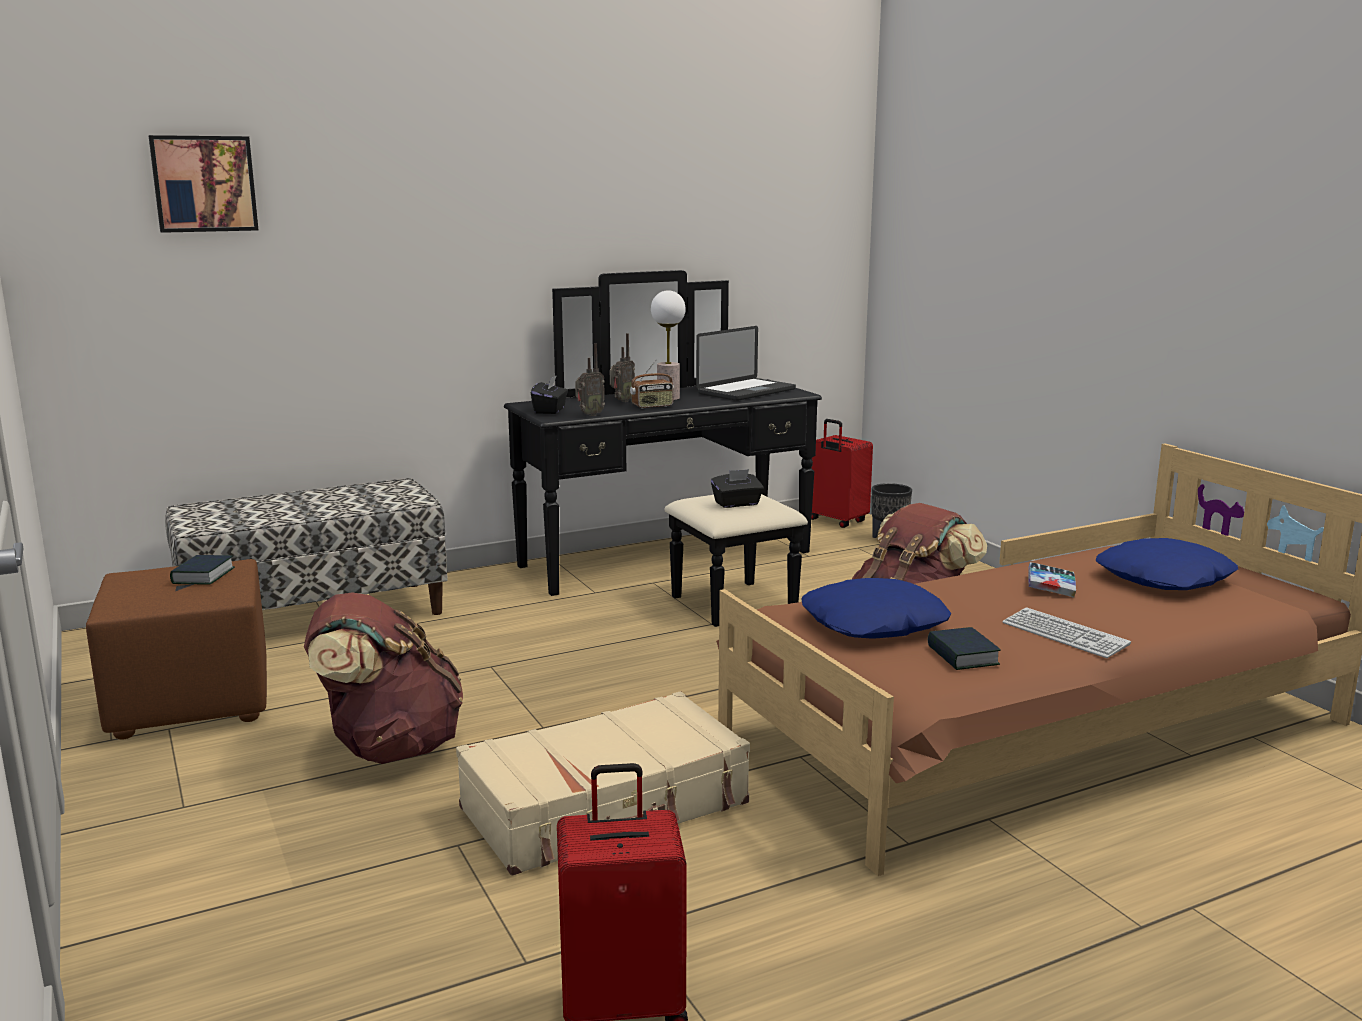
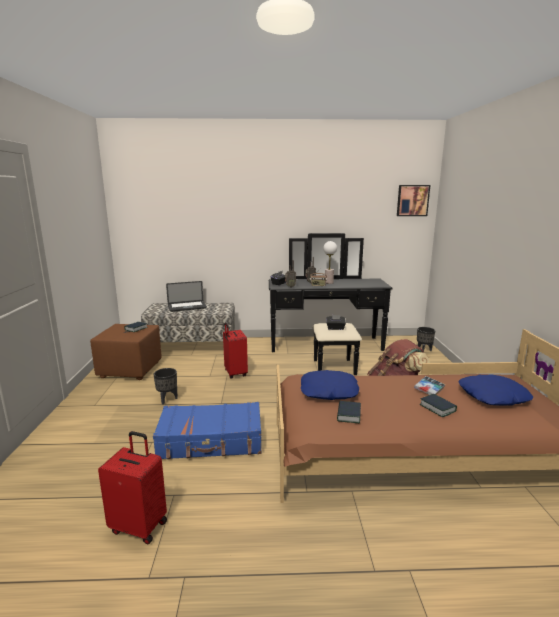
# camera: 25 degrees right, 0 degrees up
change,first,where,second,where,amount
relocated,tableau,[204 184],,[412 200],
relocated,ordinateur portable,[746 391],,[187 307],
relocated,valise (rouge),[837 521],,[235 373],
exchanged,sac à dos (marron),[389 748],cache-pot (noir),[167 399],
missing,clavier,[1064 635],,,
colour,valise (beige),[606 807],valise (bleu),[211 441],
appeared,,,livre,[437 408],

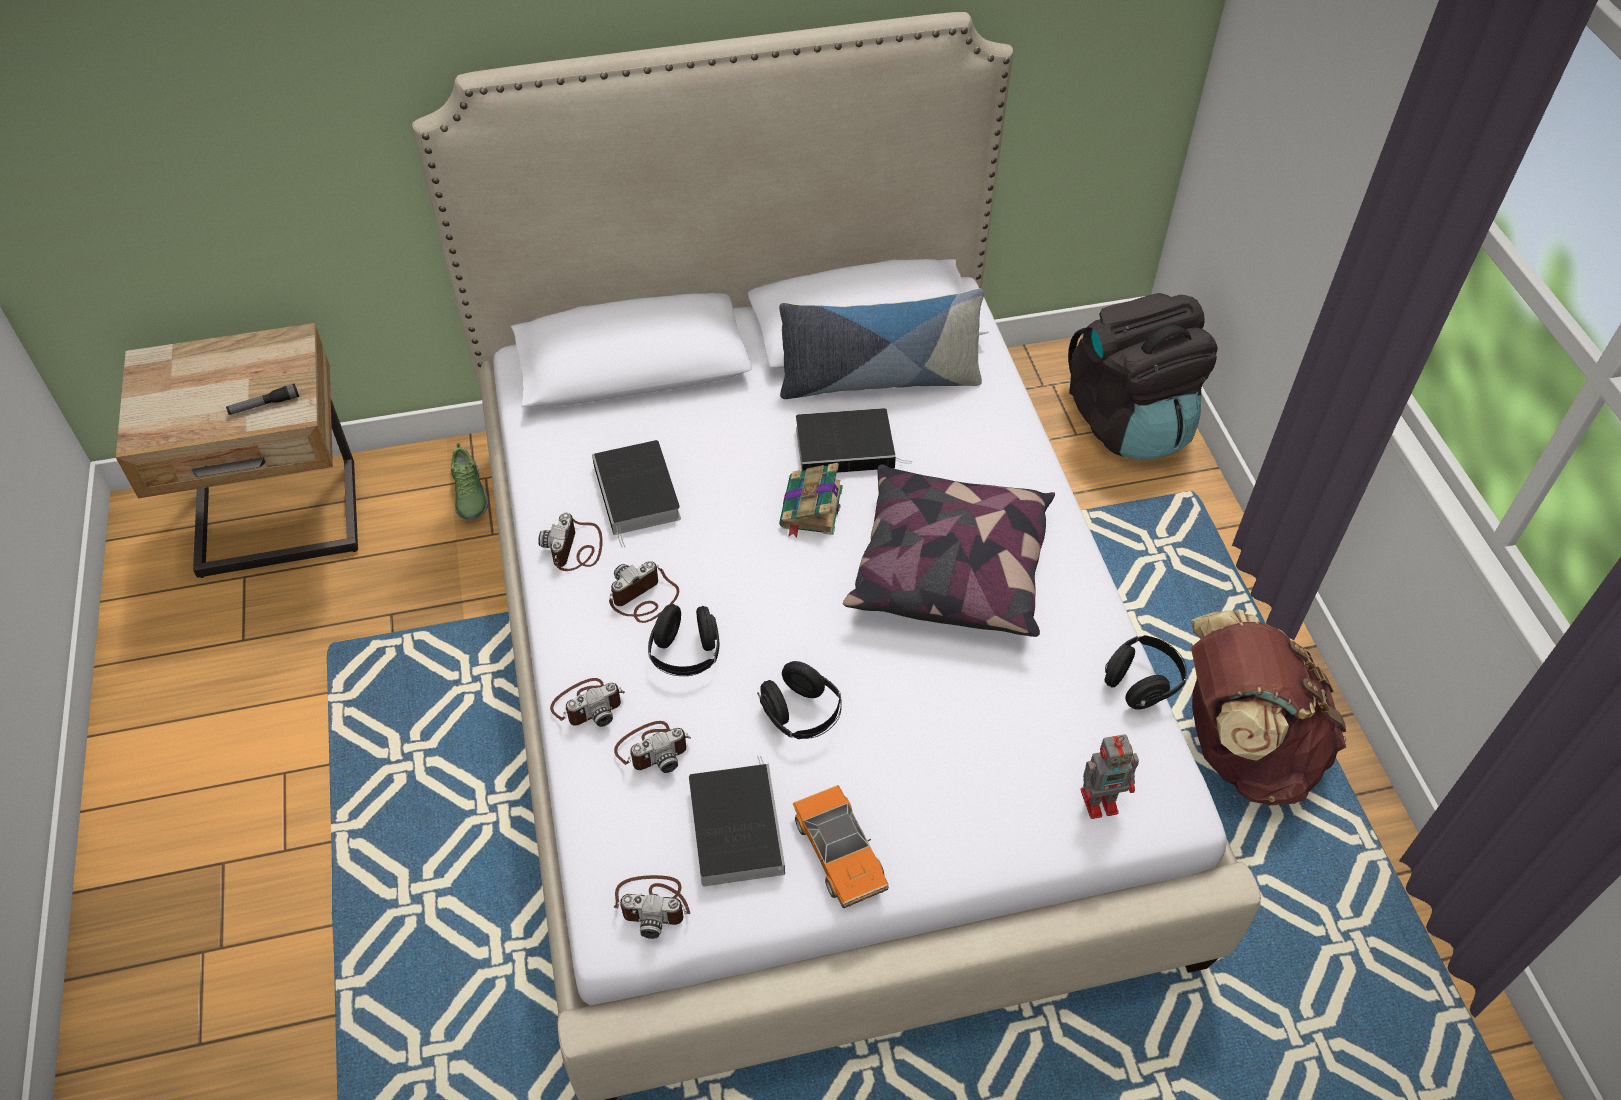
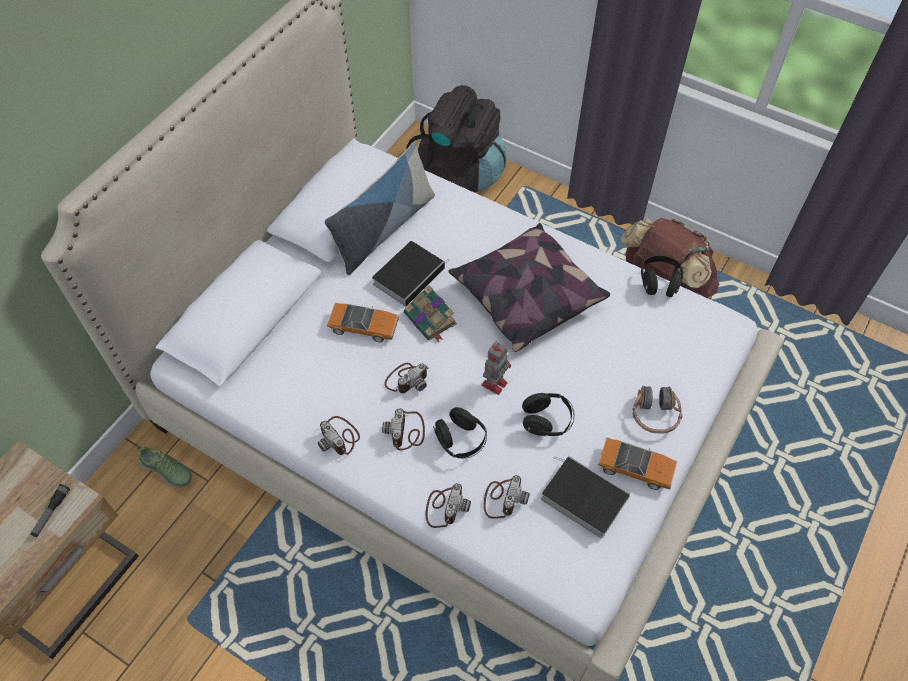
# camera: 45 degrees left, 5 degrees up
change,first,where,second,where,amount
missing,livre,[638 494],,,
relocated,robot jouet,[1101 801],,[495 383],
relocated,appareil photo,[653 904],,[407 379],
appeared,,,petite voiture,[363 326],
appeared,,,casque audio,[654 415],

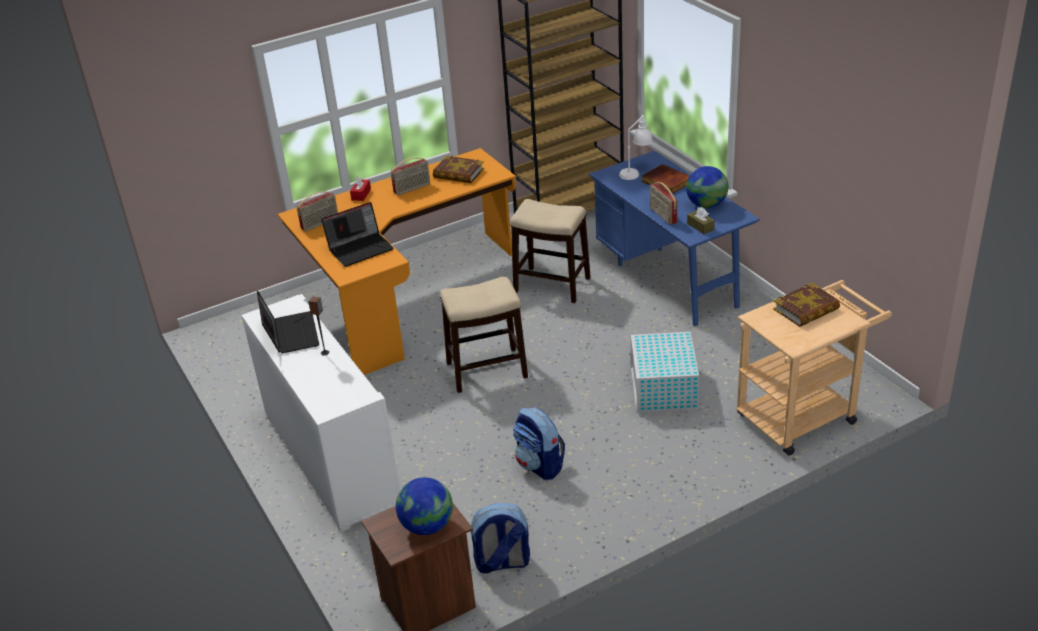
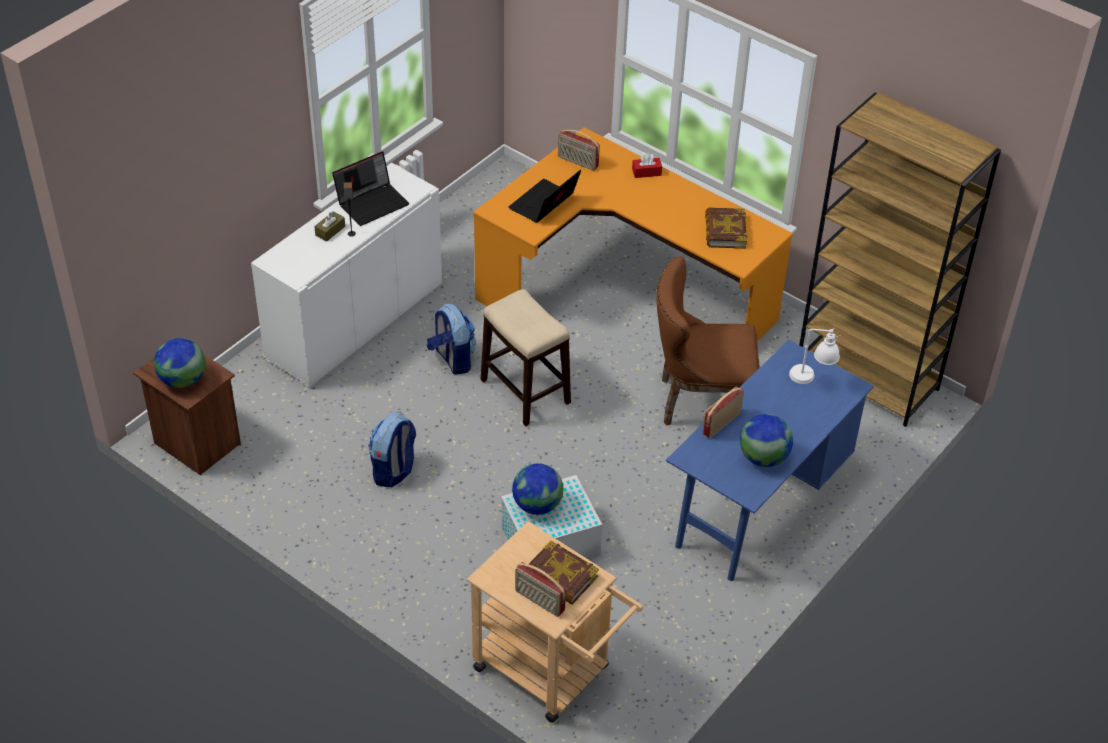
# camera: 65 degrees right, 10 degrees up
change,first,where,second,where,amount
relocated,radio,[412 189],,[539 601],
missing,livre,[665 182],,,
exchanged,tabouret,[551 285],chaise (marron),[699 402],
spun,ordinateur portable,[360 248],,[544 204],90 degrees clockwise
relocated,boîte à mouchoirs (marron),[700 226],,[330 231],
relocated,sac à dos,[502 563],,[452 359],
appeared,,,globe,[537 505],

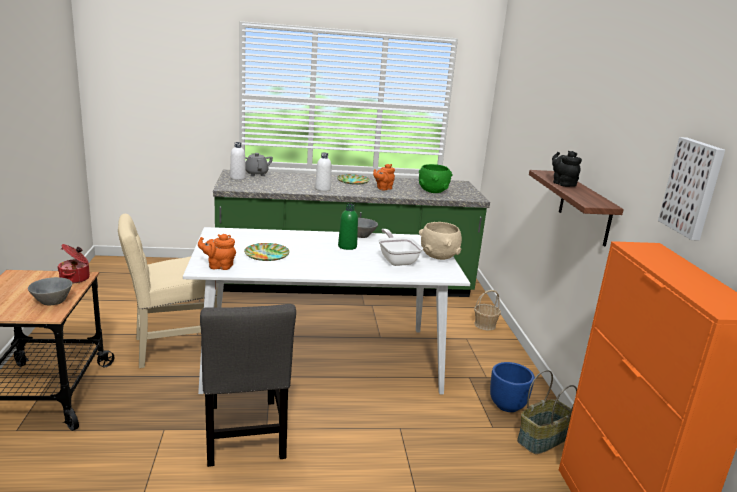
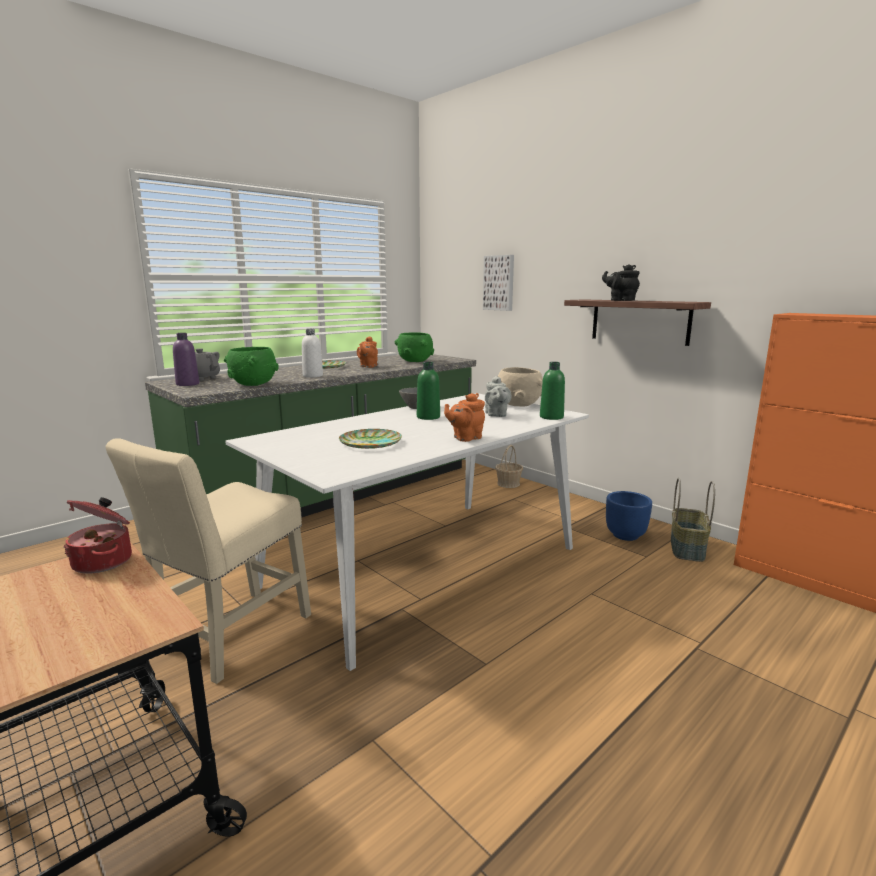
# camera: 35 degrees left, 5 degrees down
change,first,where,second,where,amount
relocated,tableau,[693 188],,[499 283],
colour,bouteille (blanc),[237 178],bouteille (violet),[187 384],
exchanged,poêle,[397 260],théière (gris),[496 415],
relocated,théière (orange),[219 266],,[465 438],
missing,bol (gris),[52 301],,,
missing,chaise (gris),[245 435],,,
appeared,,,bol (vert),[254 384],
appeared,,,bouteille (vert),[551 417],

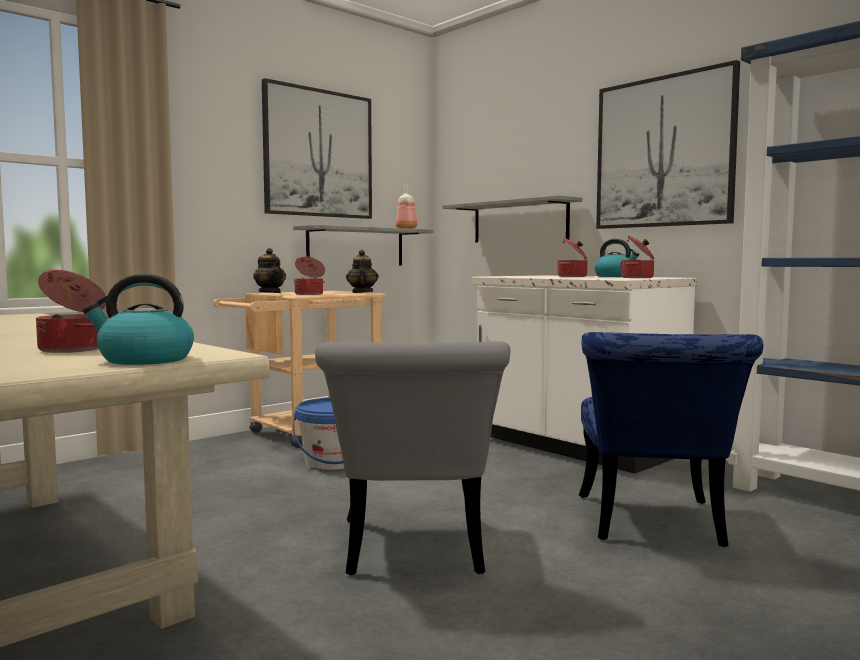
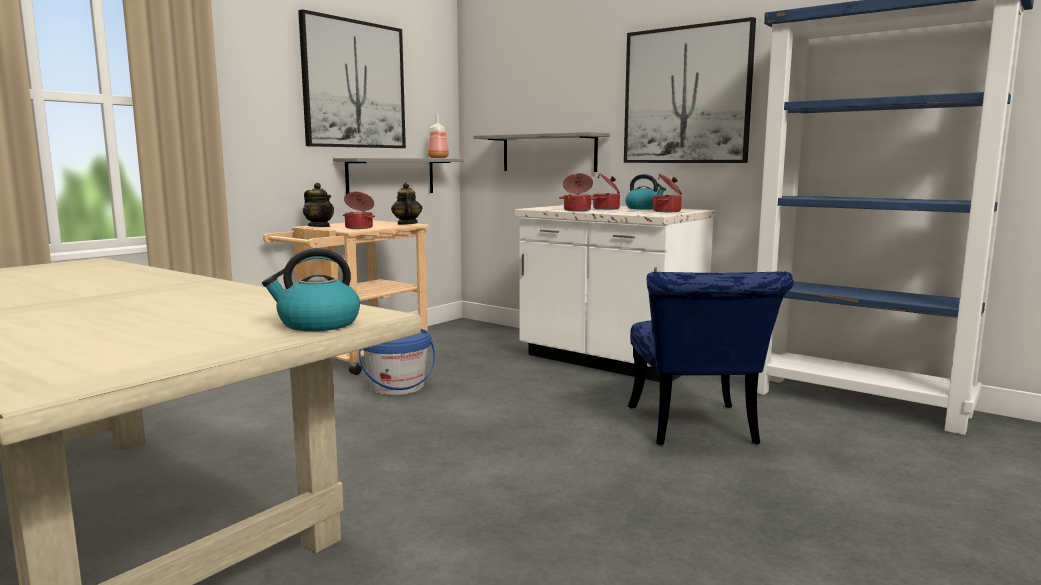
# camera: 10 degrees left, 5 degrees up
change,first,where,second,where,amount
relocated,marmite,[73 349],,[577 210],
missing,chaise (gris),[413 553],,,

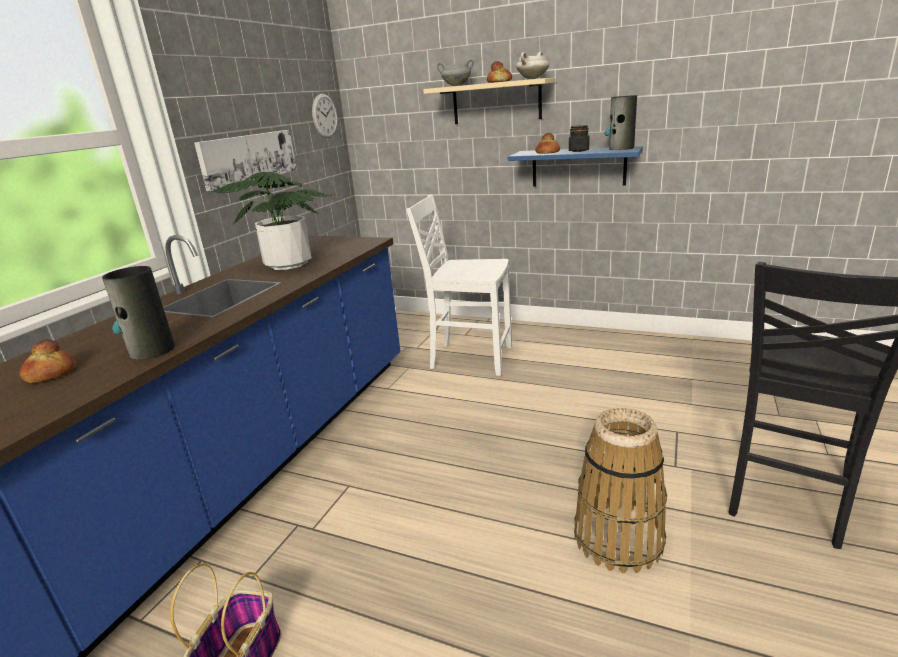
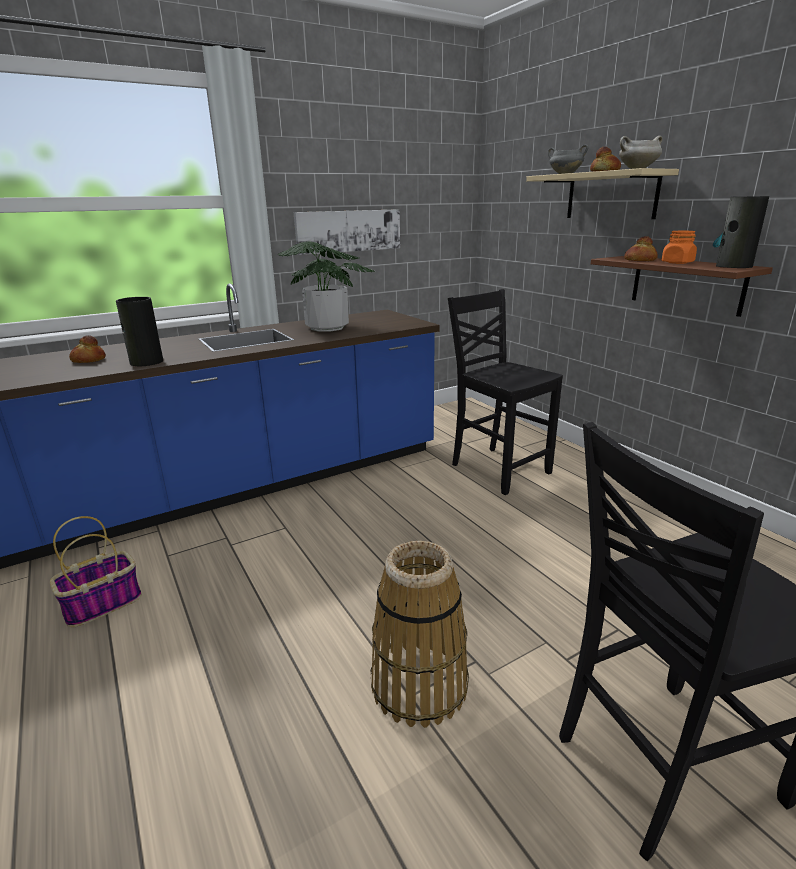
# camera: 35 degrees right, 0 degrees up
change,first,where,second,where,amount
missing,horloge murale,[324 116],,,
colour,bocal (noir),[578 151],bocal (orange),[677 262],
colour,étagère (bleu),[578 167],étagère (marron),[686 284],
colour,chaise (blanc),[469 358],chaise (noir),[498 469],

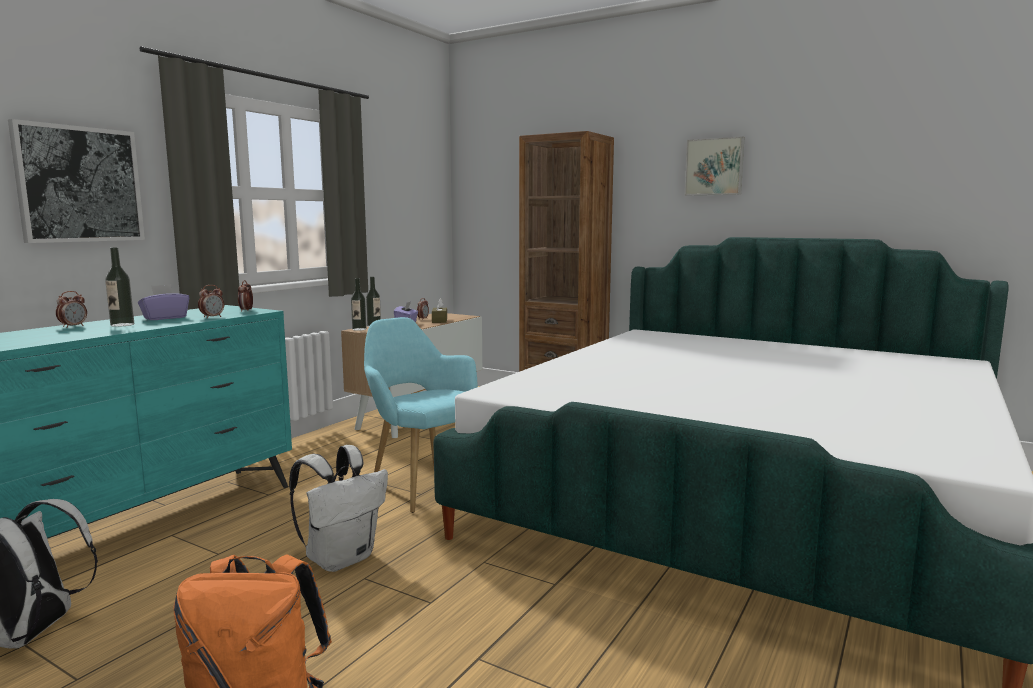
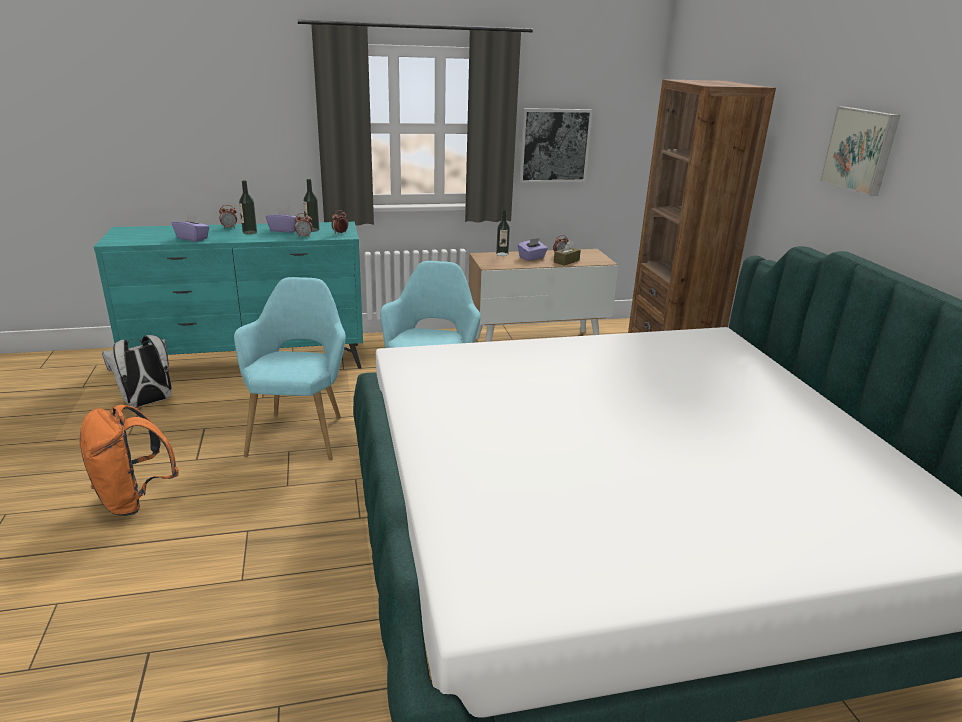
# camera: 45 degrees right, 15 degrees up
change,first,where,second,where,amount
relocated,tableau,[79 184],,[554 145],
relocated,bouteille,[359 329],,[312 230],
exchanged,sac à dos (blanc),[341 558],fauteuil (turquoise),[301 432],
appeared,,,boîte à mouchoirs (violet),[193 238],

